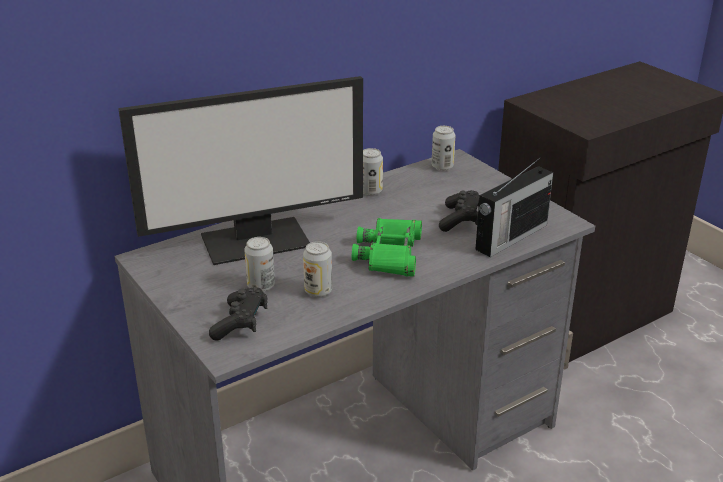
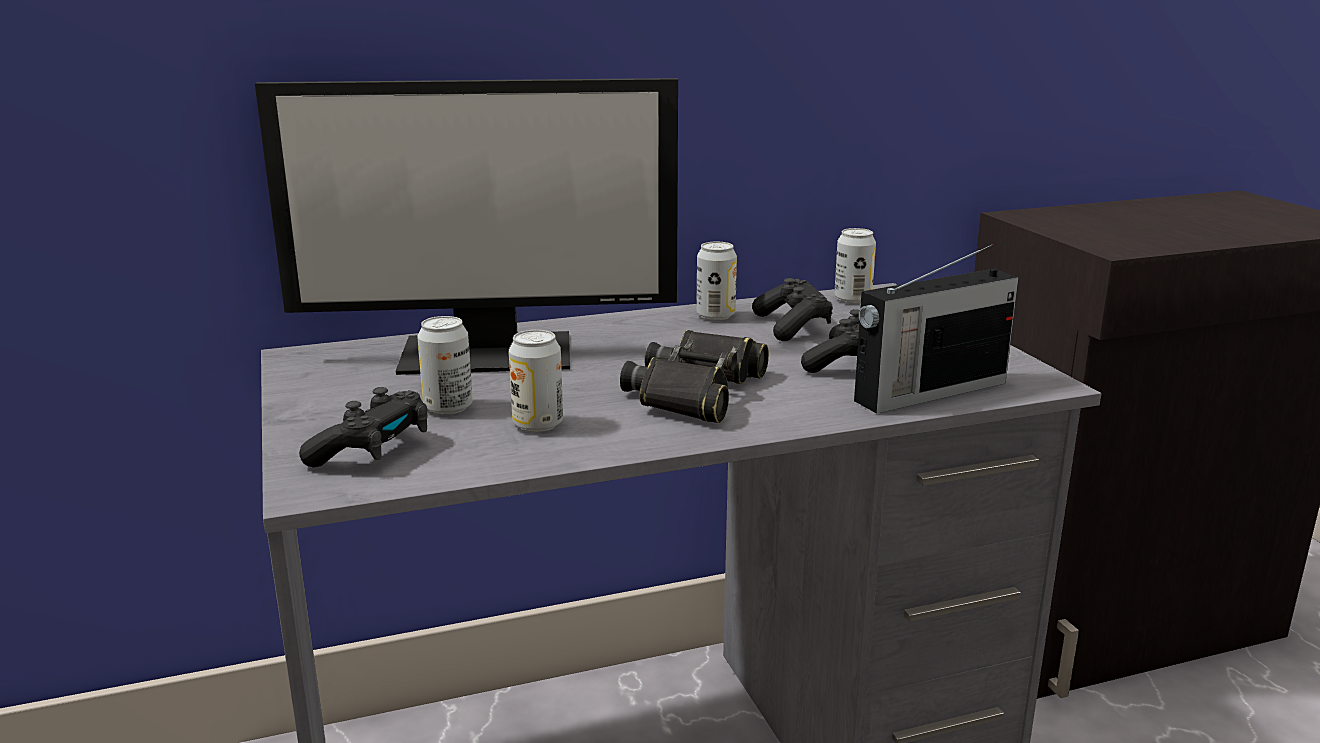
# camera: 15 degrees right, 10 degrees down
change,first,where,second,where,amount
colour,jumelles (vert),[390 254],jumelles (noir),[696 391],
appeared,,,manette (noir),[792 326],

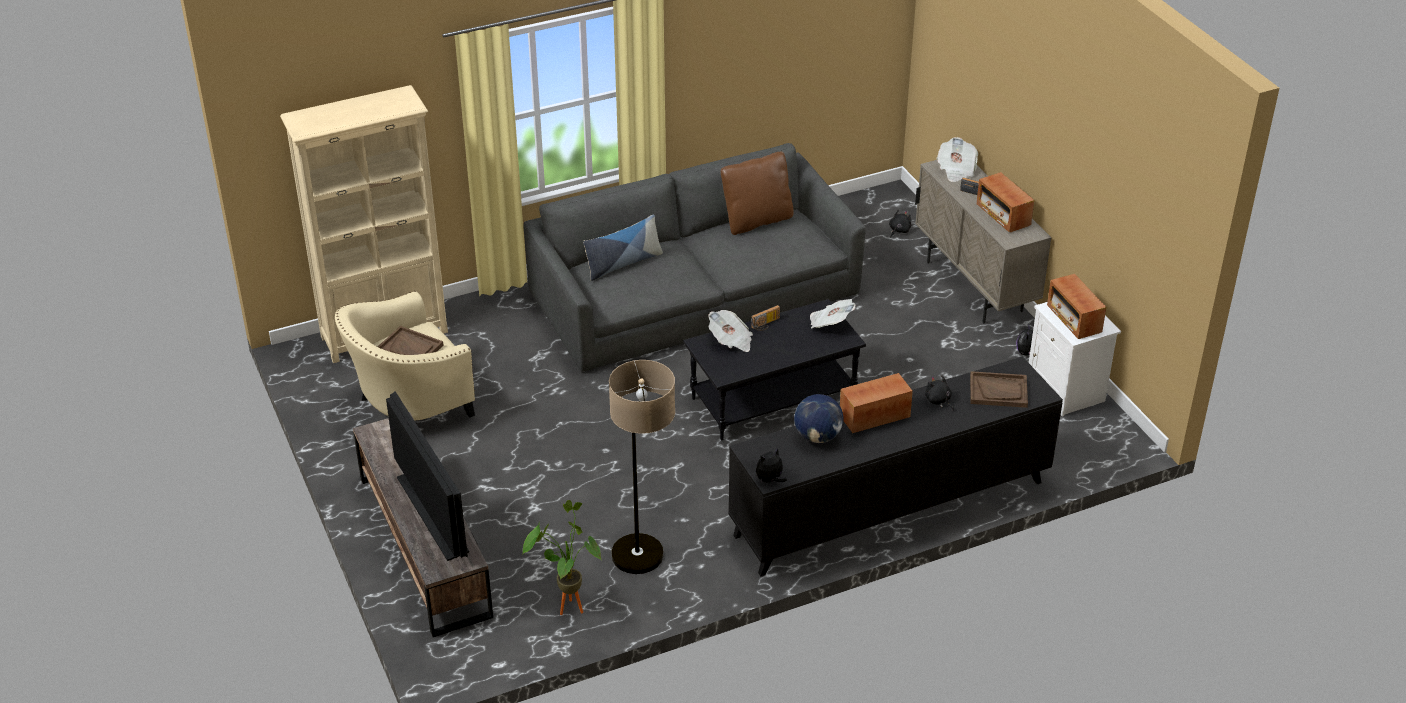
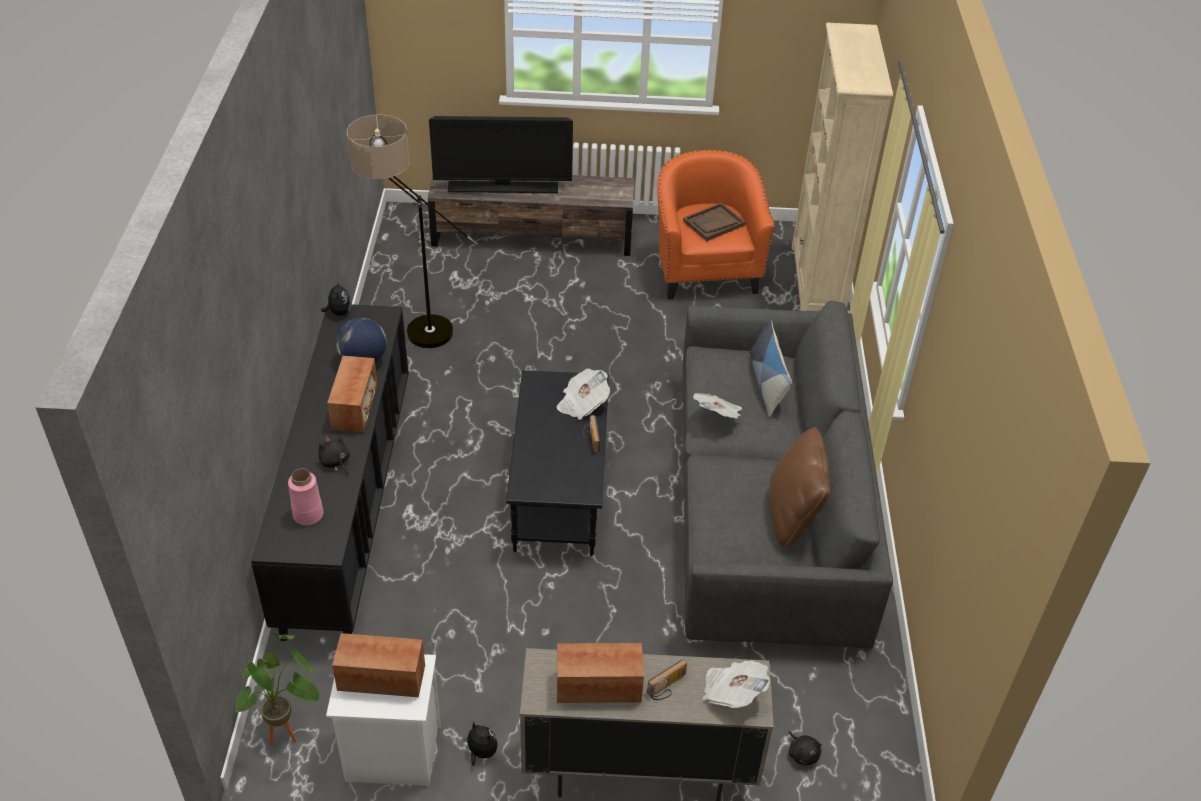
# camera: 115 degrees right, 5 degrees up
change,first,where,second,where,amount
colour,fauteuil (beige),[409 407],fauteuil (orange),[705 270],
relocated,journal,[830 323],,[718 415],
exchanged,plateau (marron),[998 391],vase (rose),[308 515],
spun,peluche (noir),[938 401],,[335 462],120 degrees counterclockwise
relocated,plante en pot,[566 606],,[290 734],

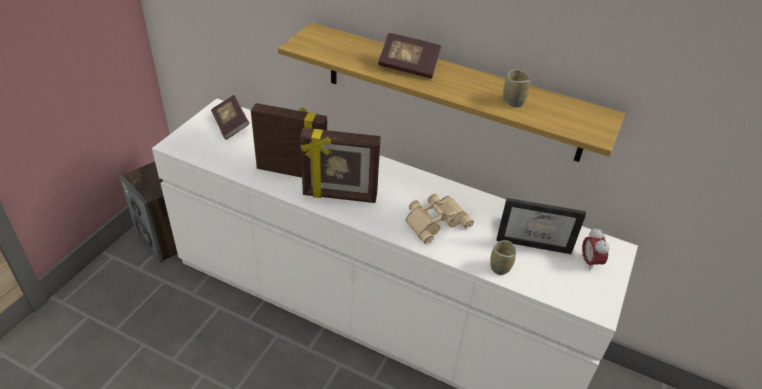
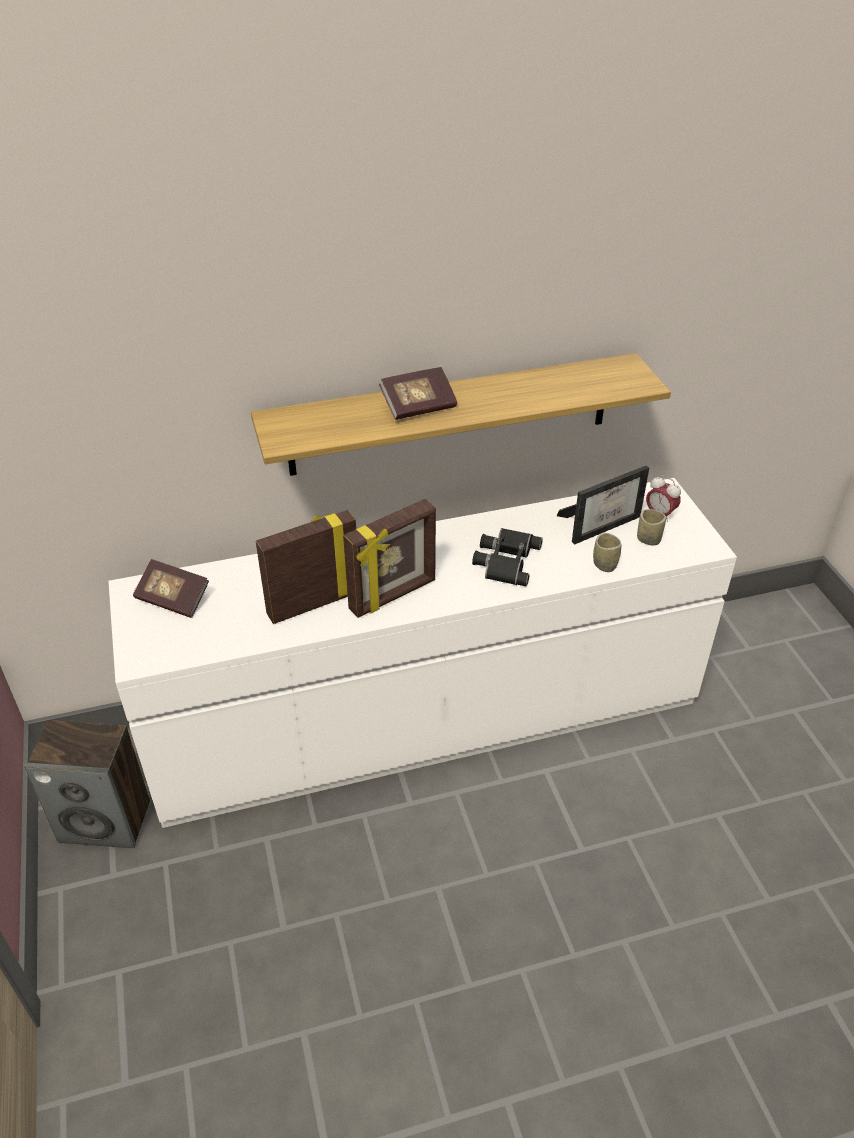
# camera: 40 degrees left, 0 degrees up
change,first,where,second,where,amount
relocated,tasse,[513 101],,[648 539],
colour,jumelles (beige),[435 220],jumelles (noir),[505 560],

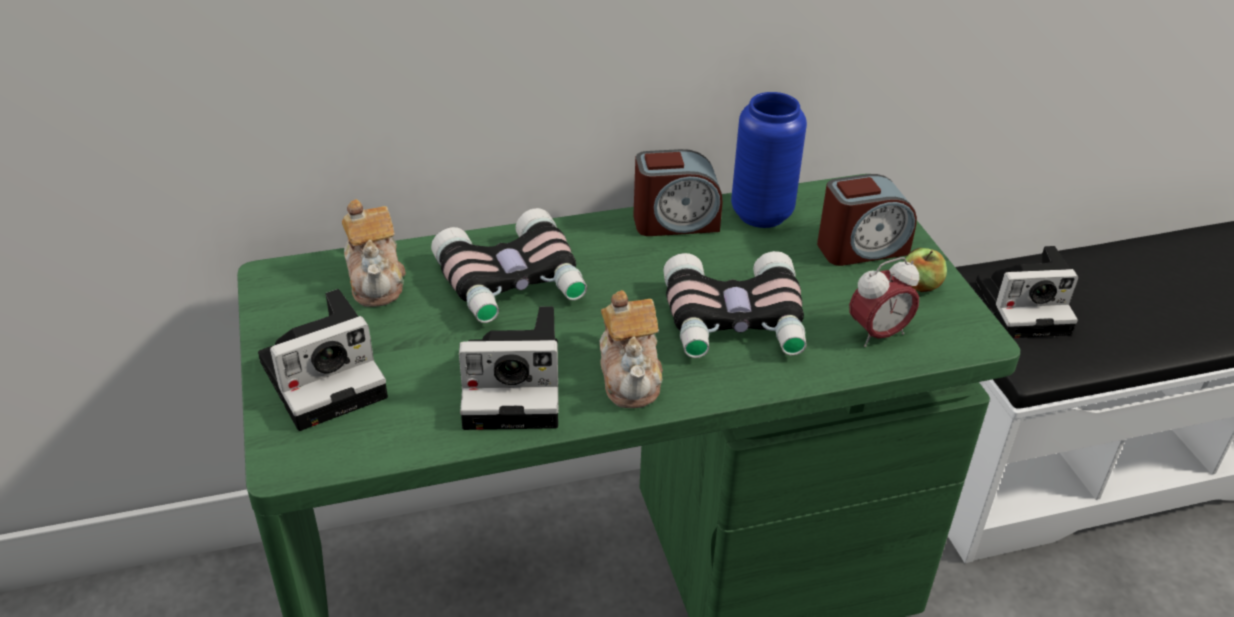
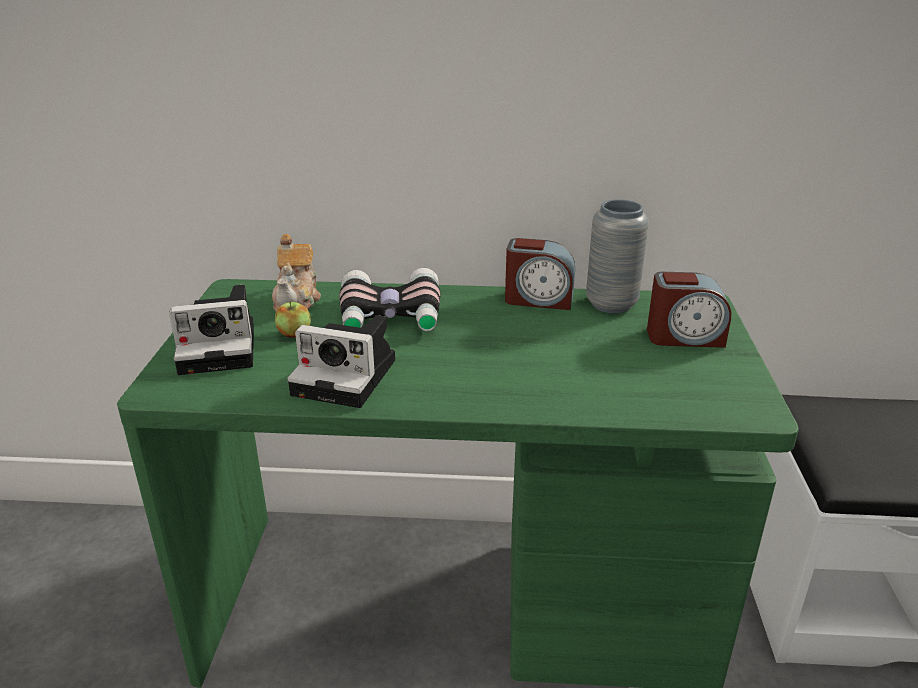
# camera: 20 degrees right, 10 degrees down
change,first,where,second,where,amount
colour,vase (bleu),[761 214],vase (gris),[611 304],
missing,appareil photo,[1025 307],,,
relocated,pomme,[920 285],,[294 334],
missing,jumelles,[735 323],,,
missing,réveil,[877 334],,,
missing,théière,[631 375],,,

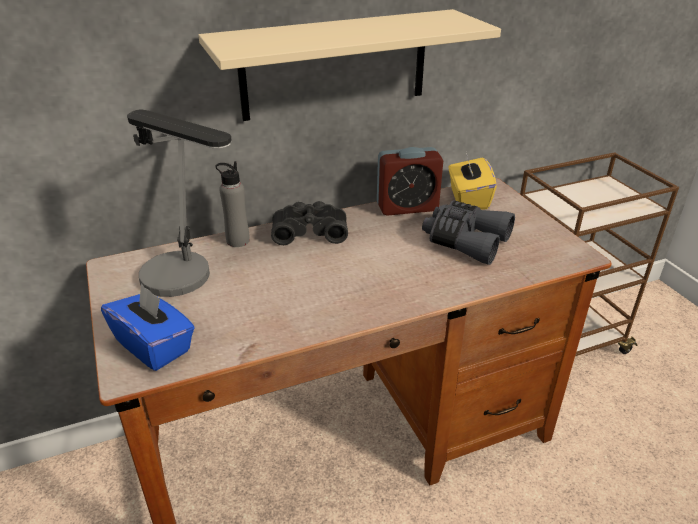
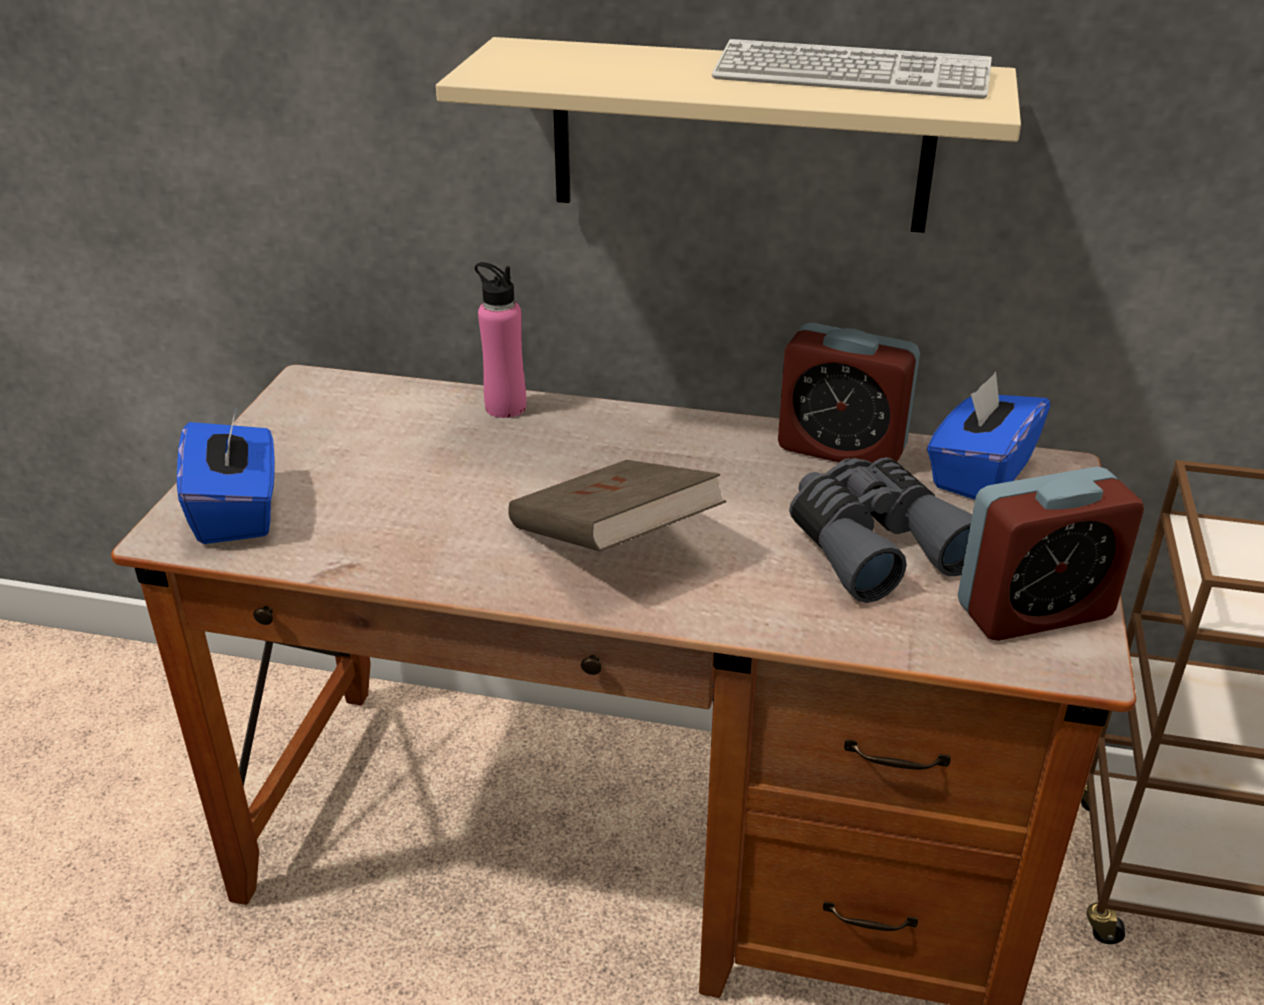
# camera: 35 degrees right, 0 degrees up
change,first,where,second,where,amount
missing,lampe de table,[187 285],,,
colour,boîte à mouchoirs (jaune),[468 198],boîte à mouchoirs (bleu),[980 473],
colour,bouteille (gris),[237 241],bouteille (rose),[505 407],
missing,jumelles (noir),[310 231],,,
appeared,,,clavier,[851 75],
appeared,,,livre (marron),[612 544],
appeared,,,réveil,[1034 611],

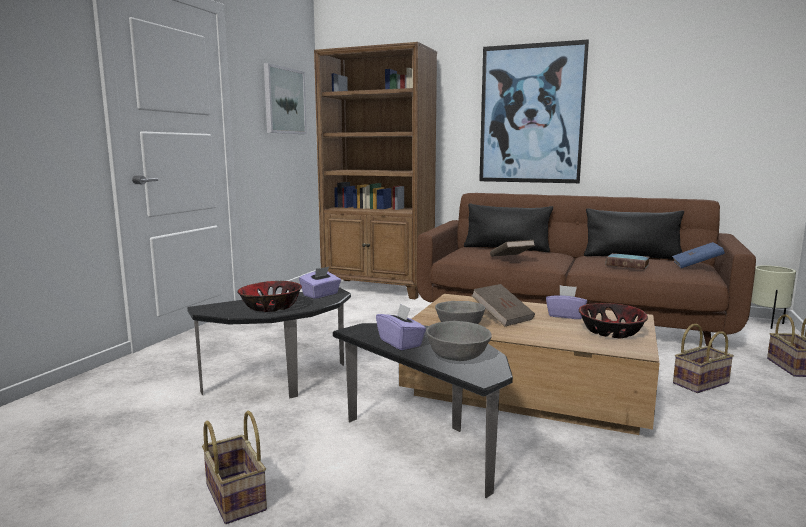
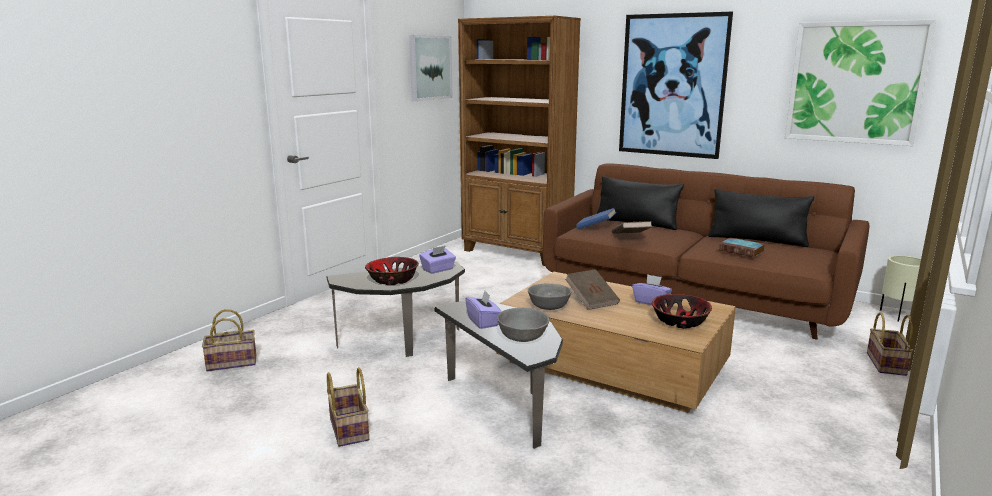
# camera: 10 degrees right, 5 degrees up
change,first,where,second,where,amount
relocated,livre (bleu),[696 266],,[595 228],
relocated,panier,[700 382],,[233 362],
appeared,,,tableau,[855 82],

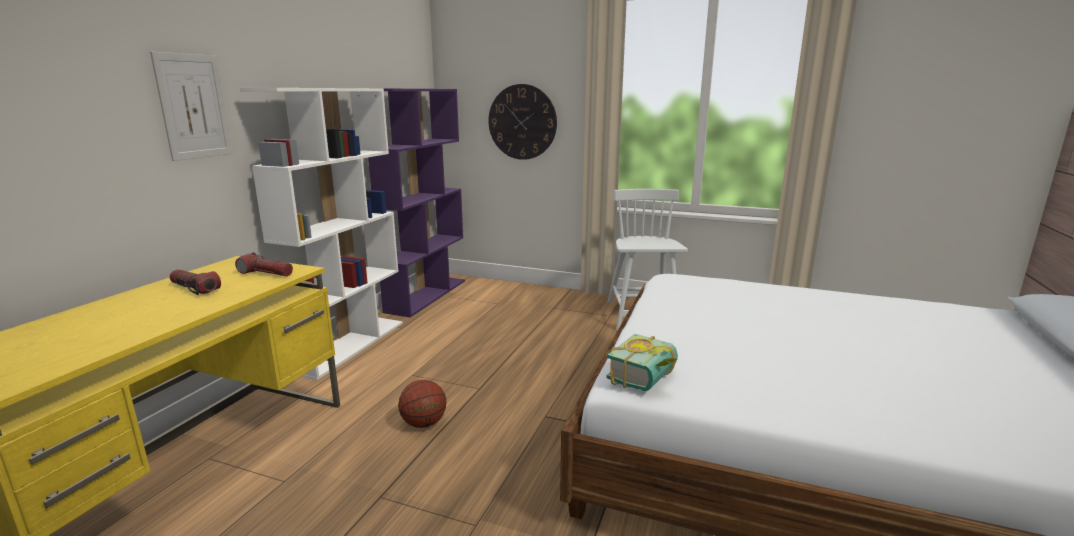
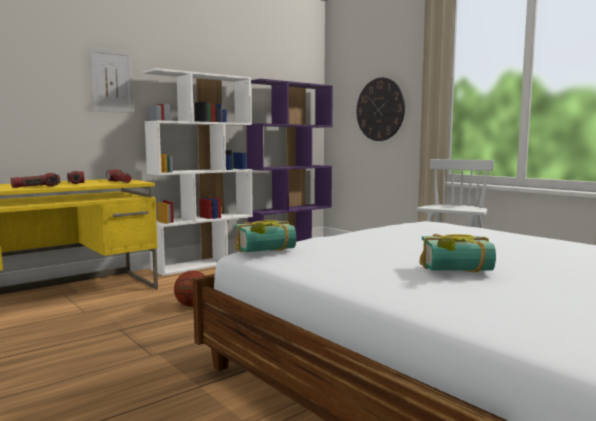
# camera: 30 degrees right, 10 degrees down
change,first,where,second,where,amount
appeared,,,lampe de poche,[36 187],
appeared,,,livre,[458 271],

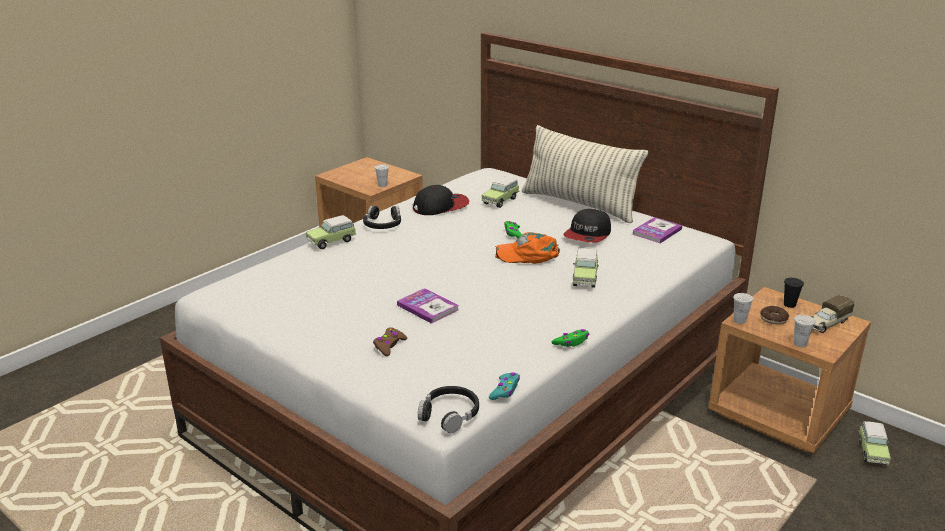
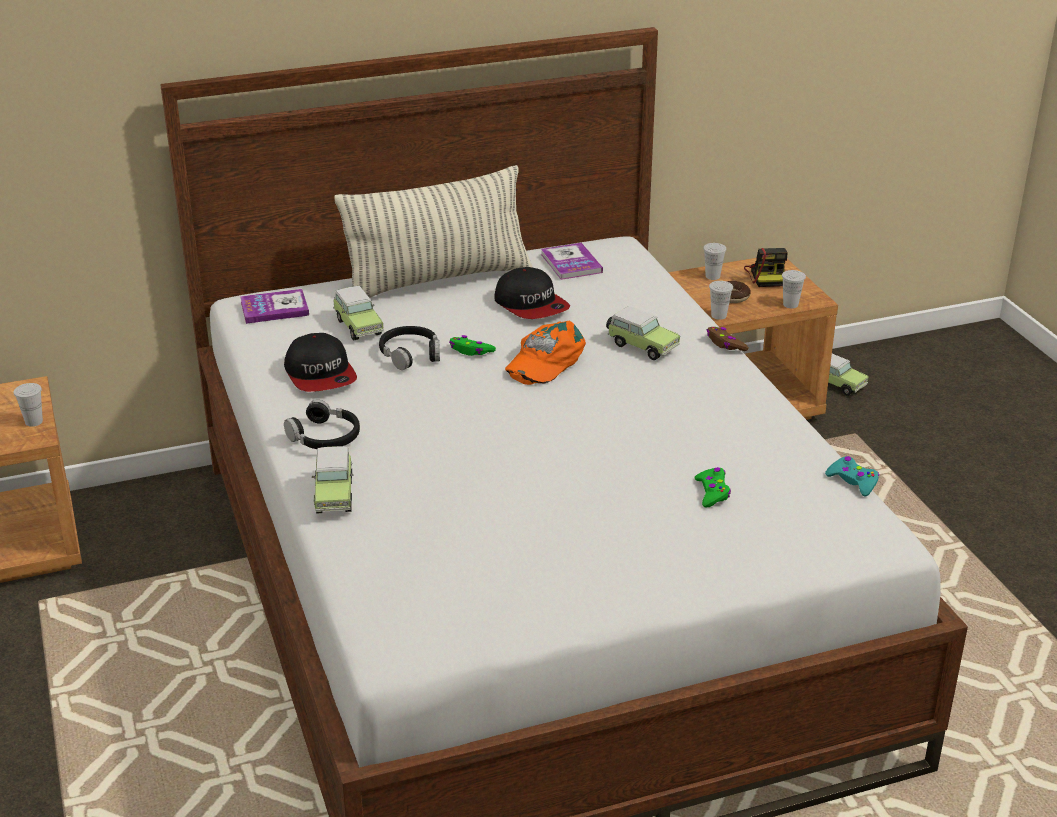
# camera: 60 degrees left, 5 degrees up
change,first,where,second,where,amount
spun,casquette,[441 206],,[321 375],150 degrees clockwise
colour,tasse (noir),[789 304],tasse (blanc),[712 276],
relocated,livre,[428 307],,[274 308],
exchanged,camion jouet,[826 324],appareil photo,[767 276],
relocated,manette (marron),[389 345],,[725 344],
relocated,manette (vert),[571 342],,[712 492],
relocated,casque audio (noir),[449 414],,[410 354],

